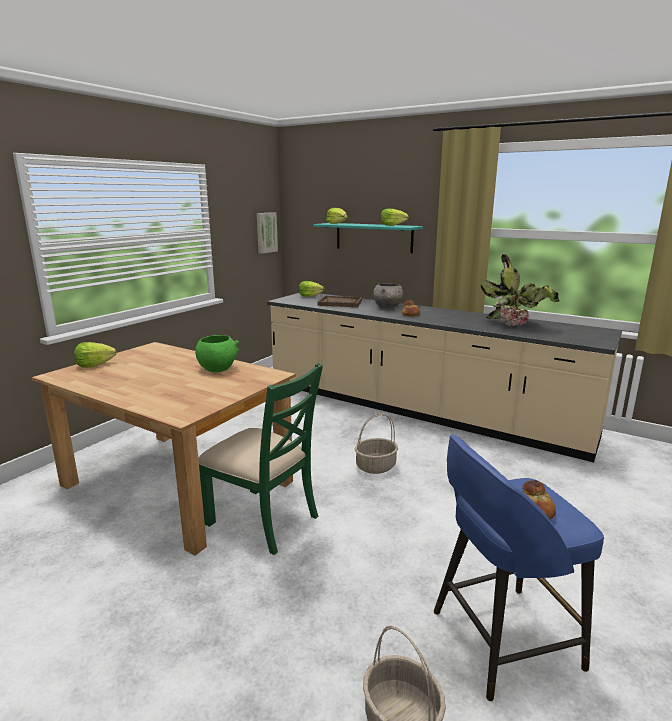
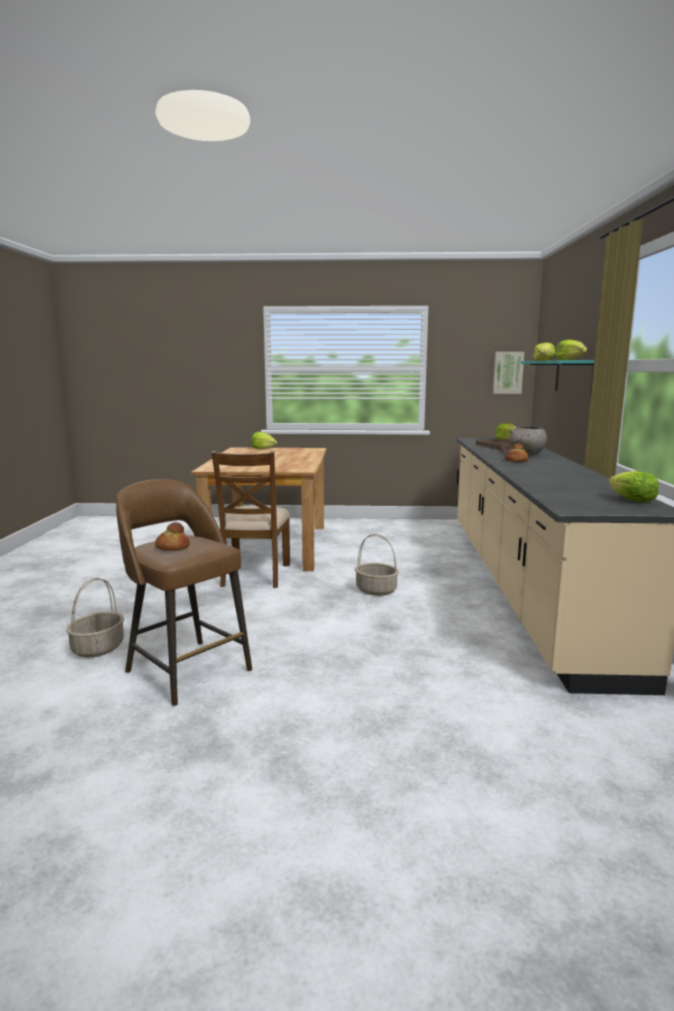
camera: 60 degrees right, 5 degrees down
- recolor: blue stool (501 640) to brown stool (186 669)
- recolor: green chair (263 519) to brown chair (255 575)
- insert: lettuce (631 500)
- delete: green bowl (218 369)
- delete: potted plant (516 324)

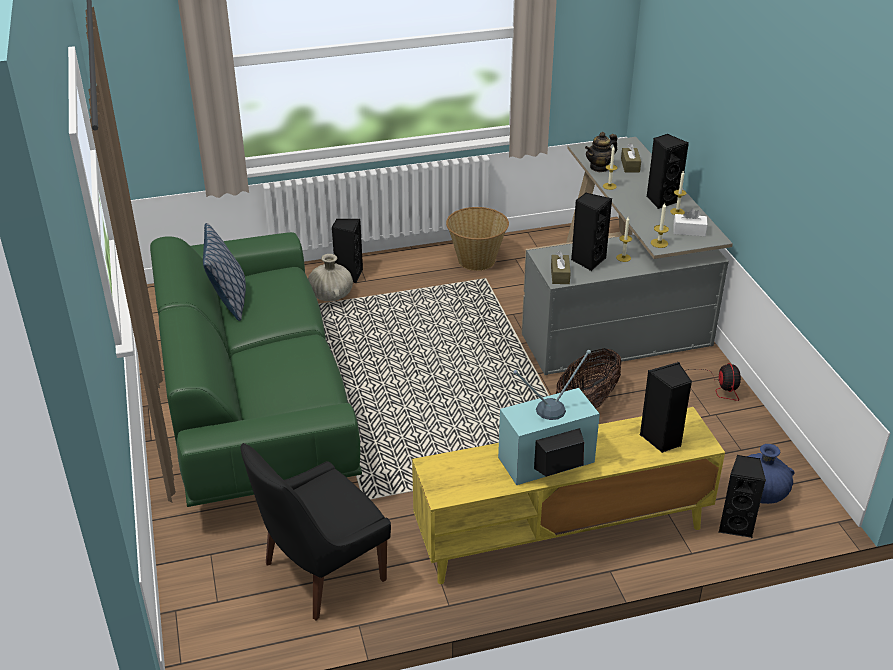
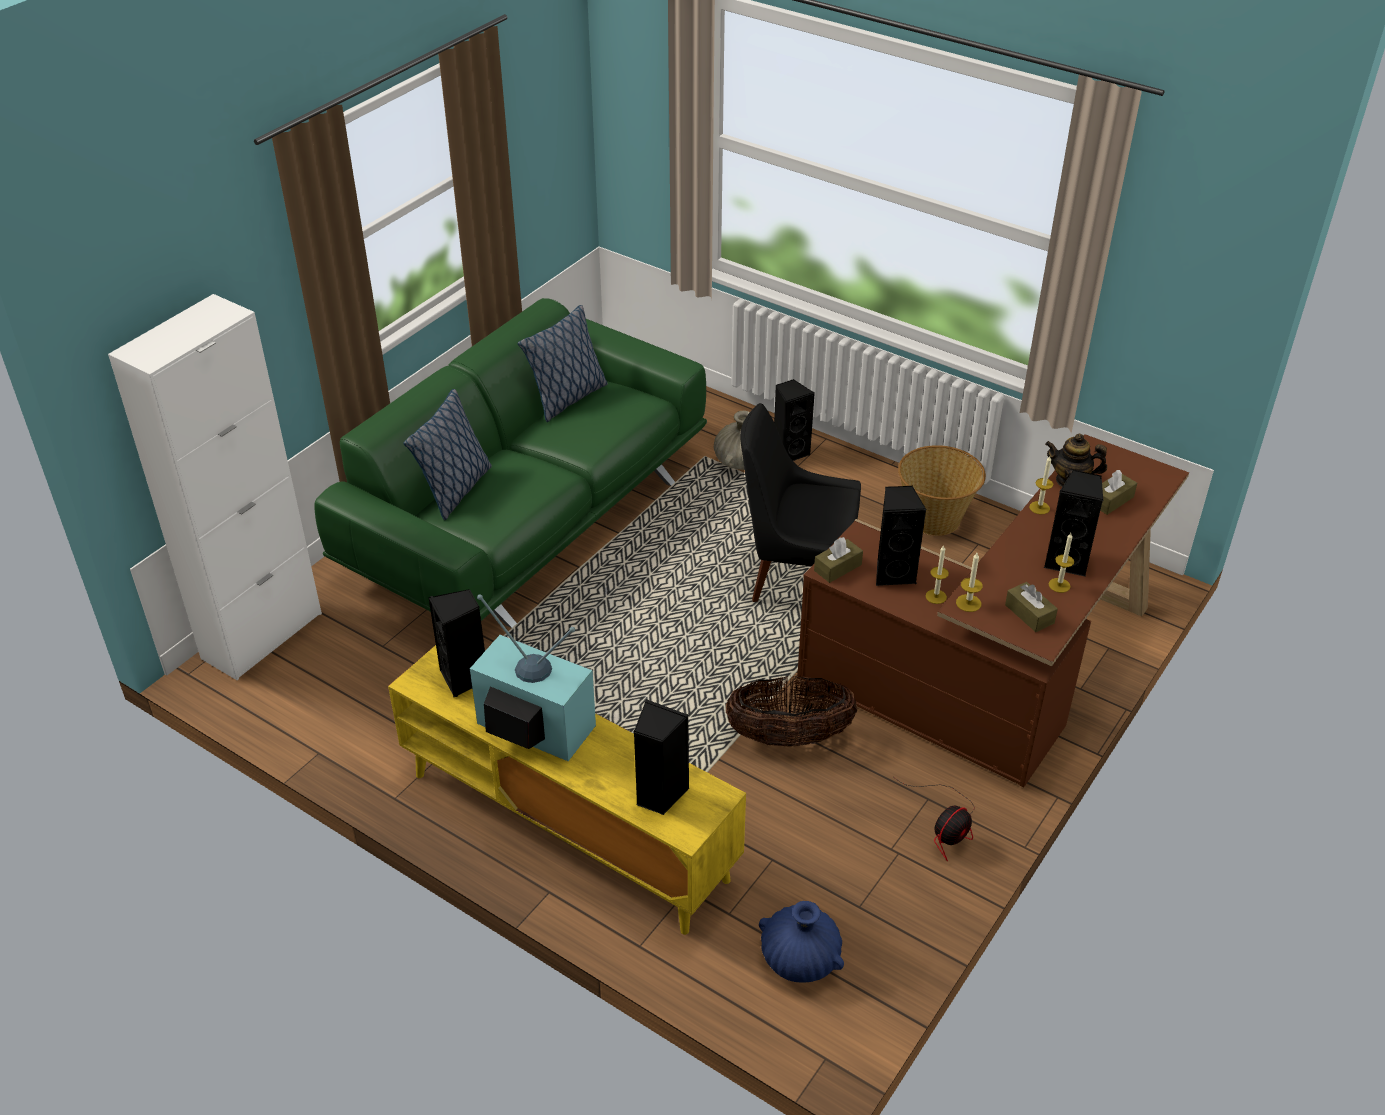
camera: 50 degrees right, 5 degrees up
- insert: white cabinet (262 636)
- insert: pillow (455 490)
- move: black speaker (736 525) to (465 678)
- move: black chair (320 574) to (796 576)
- recolor: grey desk (618 307) to brown desk (995 670)
- recolor: white tissue box (689 231) to brown tissue box (1029 614)

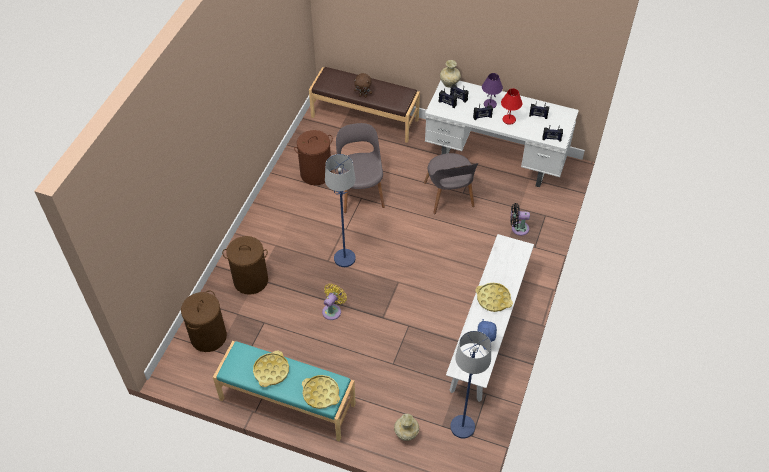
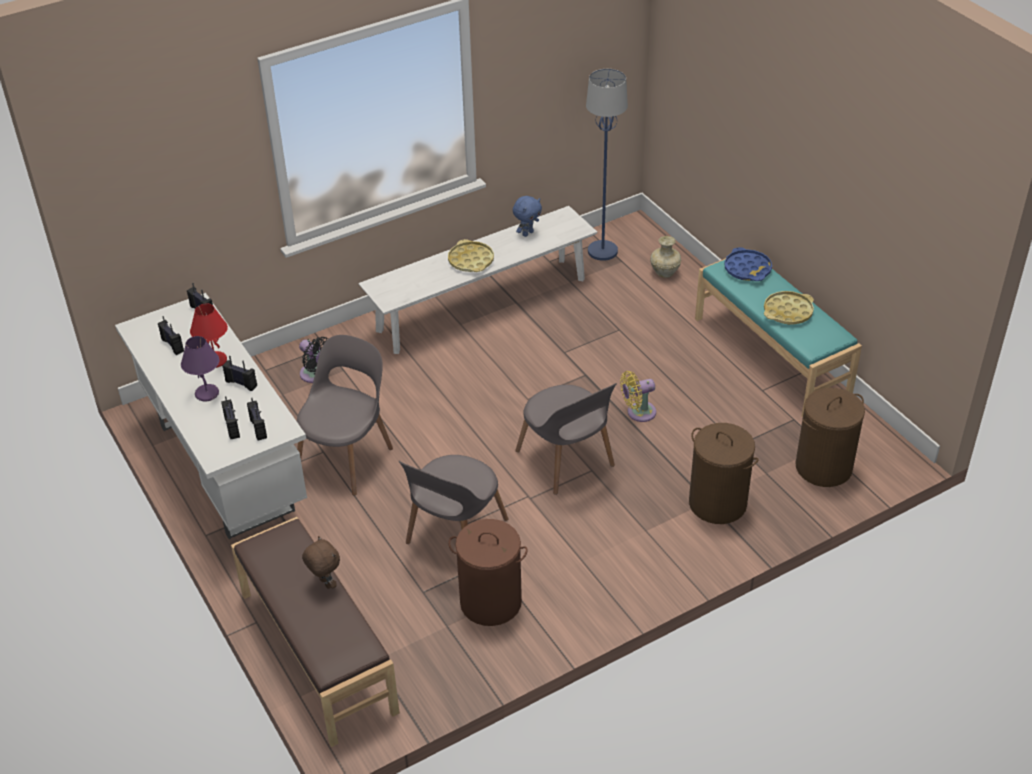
camera: 140 degrees left, 10 degrees down
- replace: blue floor lamp (344 258) to grey chair (566 461)
- recolor: yellow tray (321 393) to blue tray (747 269)
- delete: beige vase (449 83)

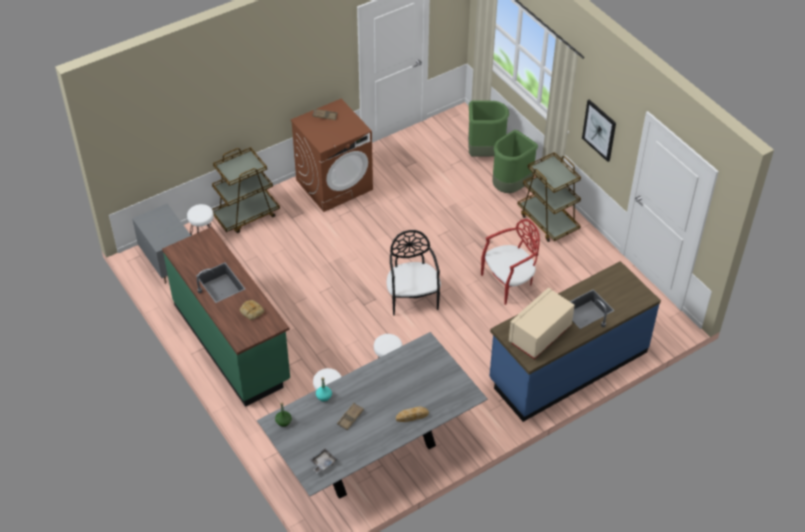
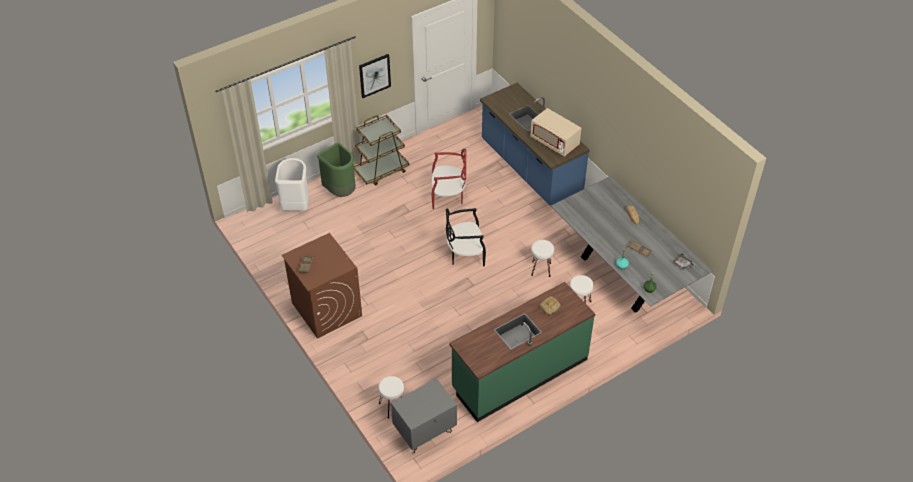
camera: 90 degrees left, 0 degrees up
- recolor: green trash can (484 153) to white trash can (296 206)
- rotate: red chair (509 282) = (448 196) 120 degrees clockwise
- delete: brown cart (246 215)

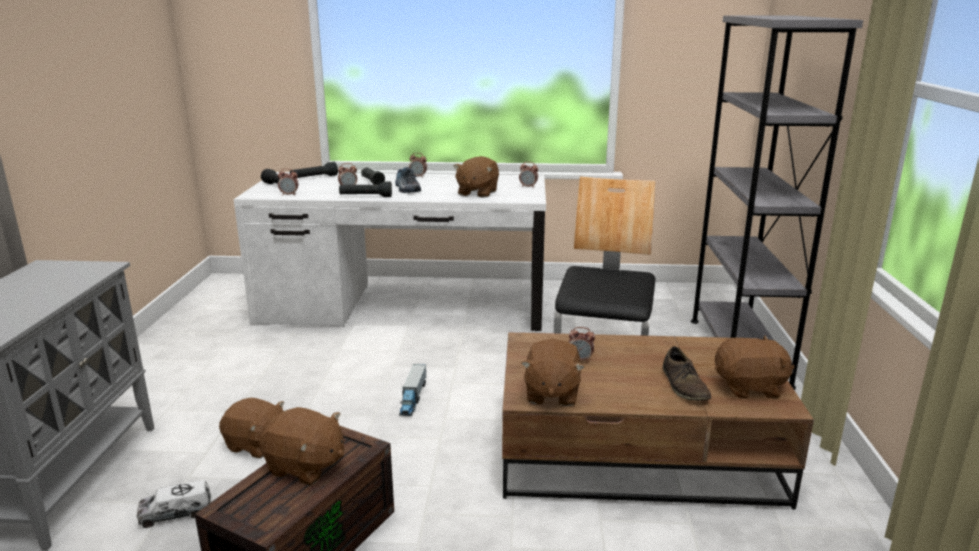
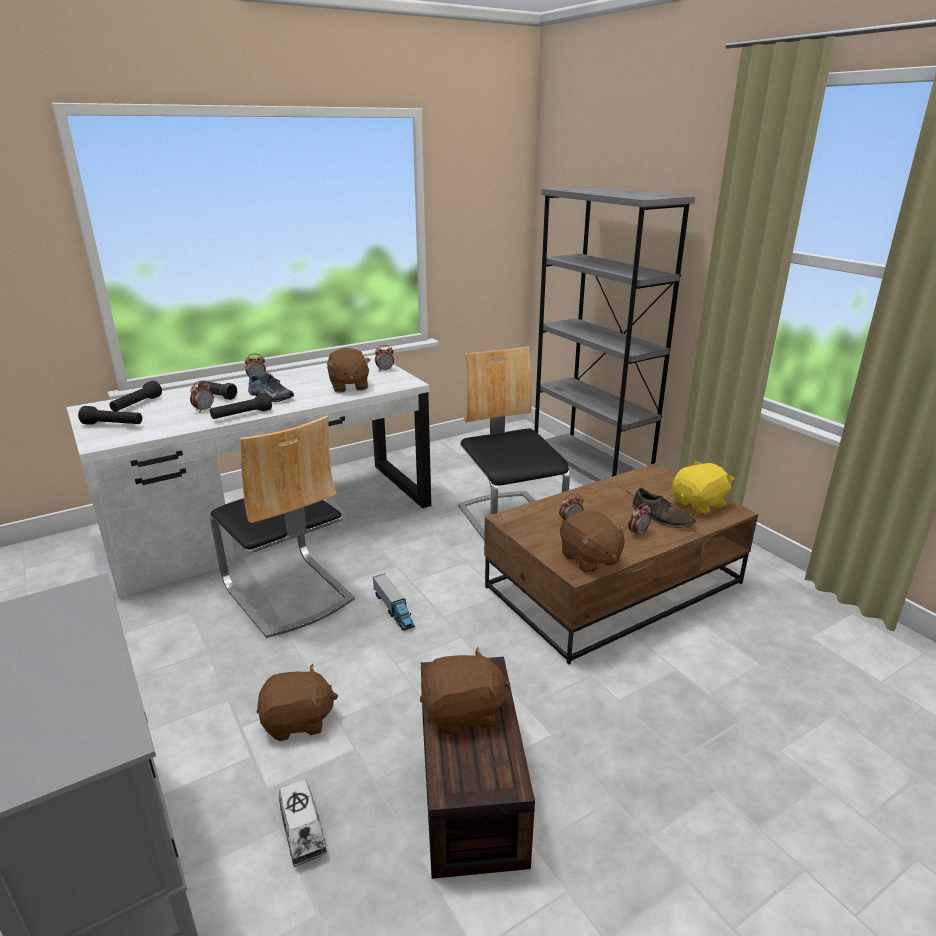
camera: 35 degrees left, 5 degrees up
- insert: chair (287 593)
- rotate: toy truck (176 513) = (303 831) 60 degrees counterclockwise
- move: alarm clock (289 195) to (638 533)
- recolor: brown plush toy (749 388) to yellow plush toy (699 504)

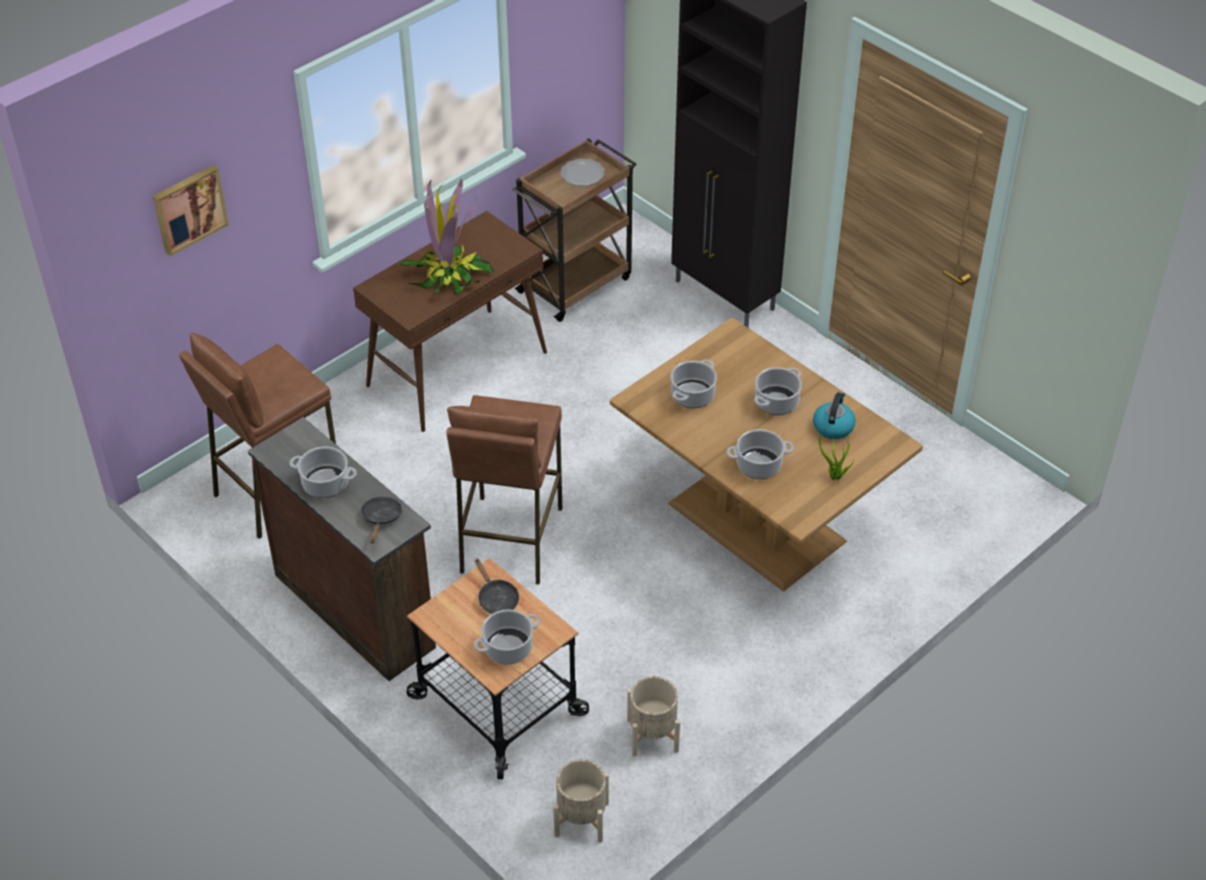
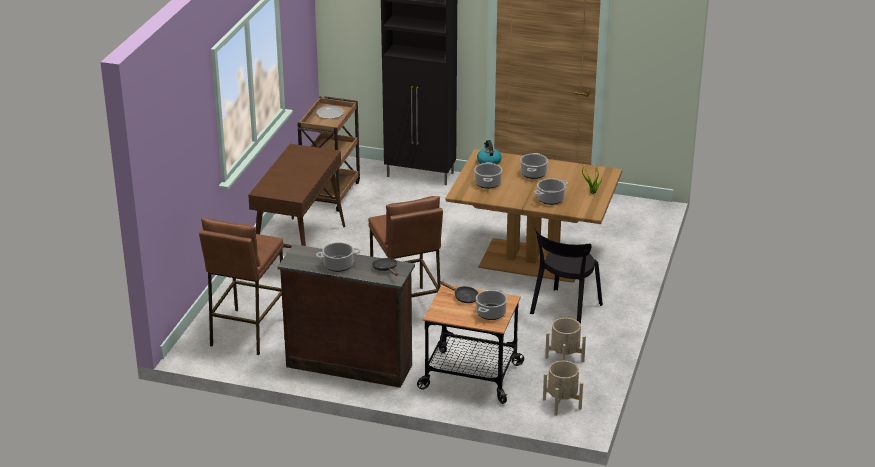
camera: 30 degrees left, 15 degrees down
- move: kettle (833 426) to (488 161)
- insert: black chair (564 310)
- delete: picture (189 208)
- delete: potted plant (449 276)

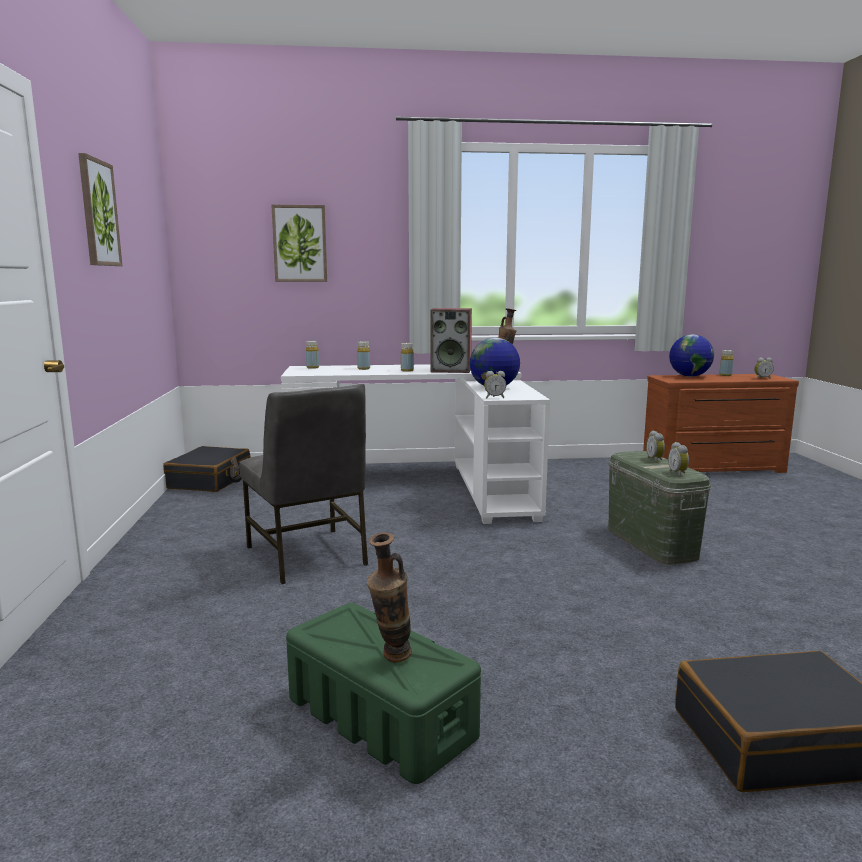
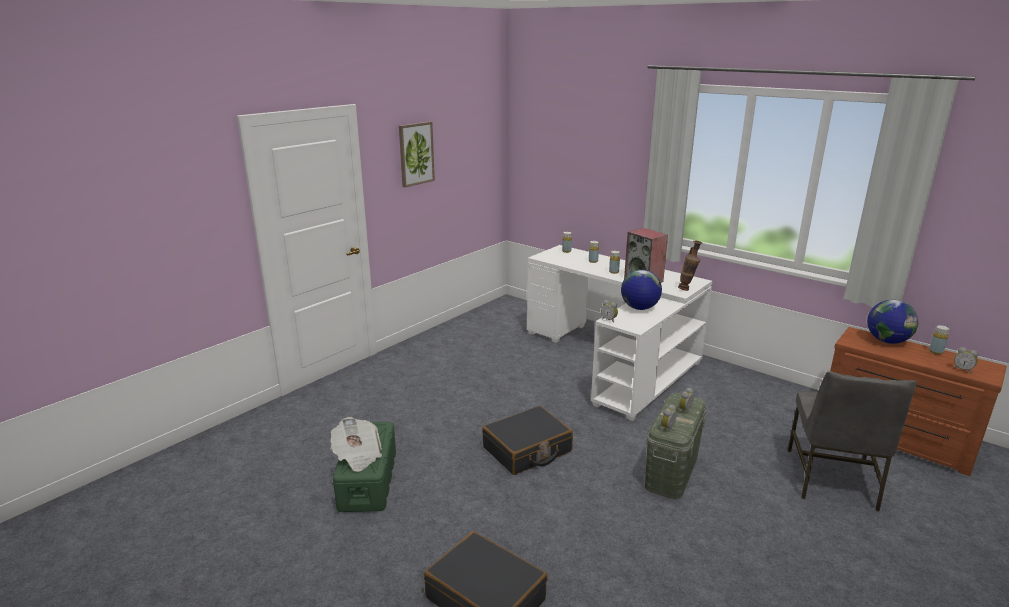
camera: 45 degrees right, 10 degrees up
- replace: vase (391 659) to newspaper (357 455)
- move: black suitcase (210 480) to (527 450)
- move: grey chair (308 556) to (832 480)
- delete: picture (300 243)

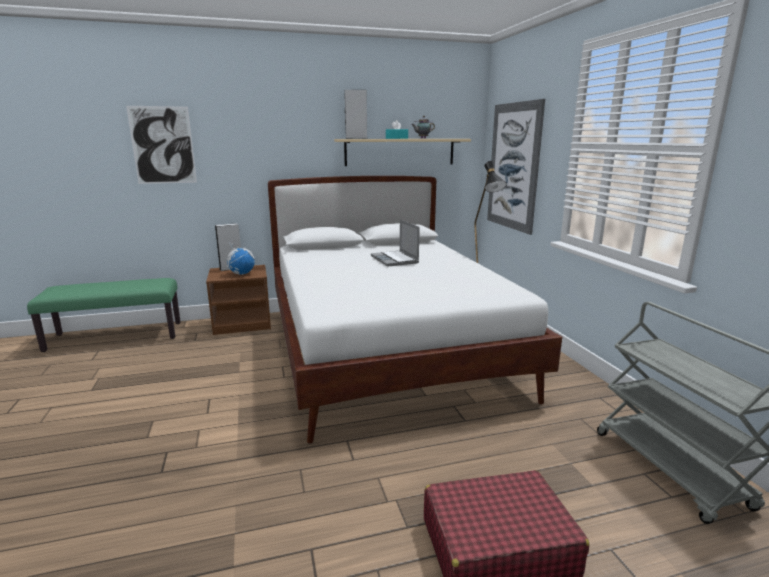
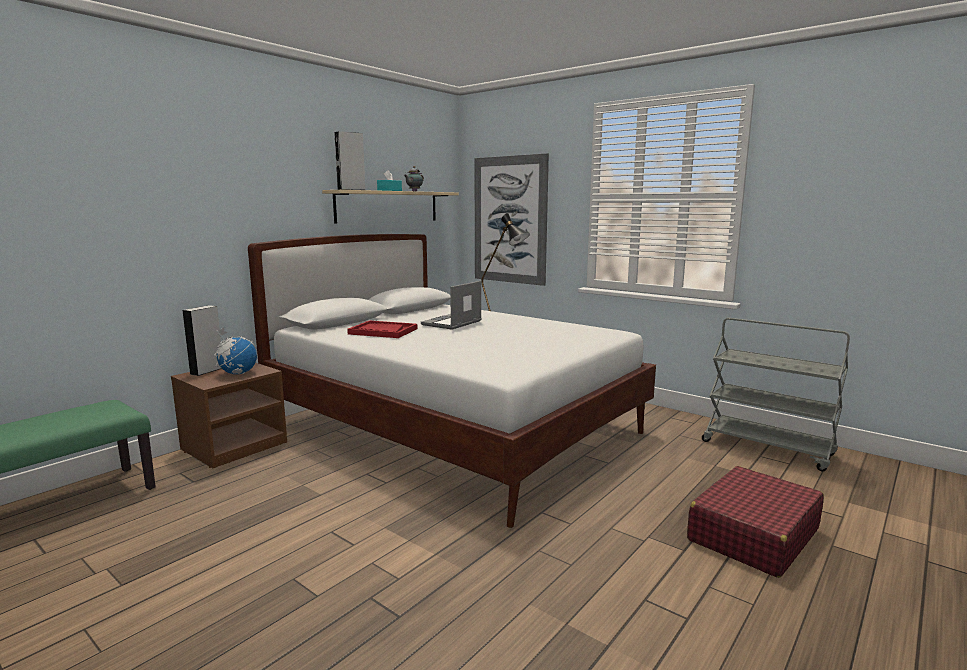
camera: 35 degrees left, 5 degrees down
- insert: red tray (383 331)
- rotate: laptop (395 260) = (452 323) 90 degrees clockwise
- delete: picture (163 145)

